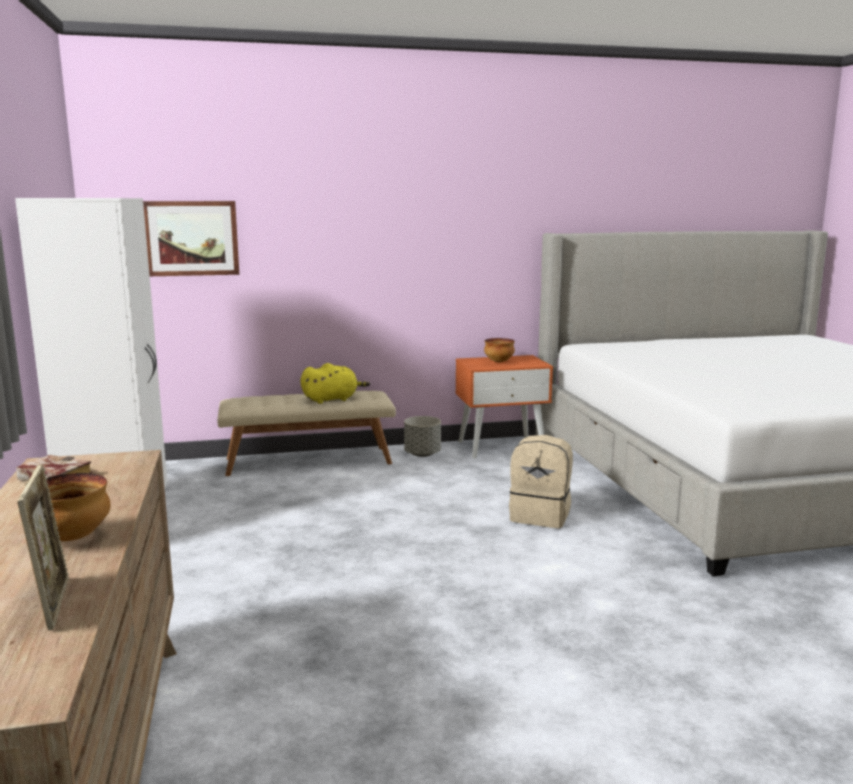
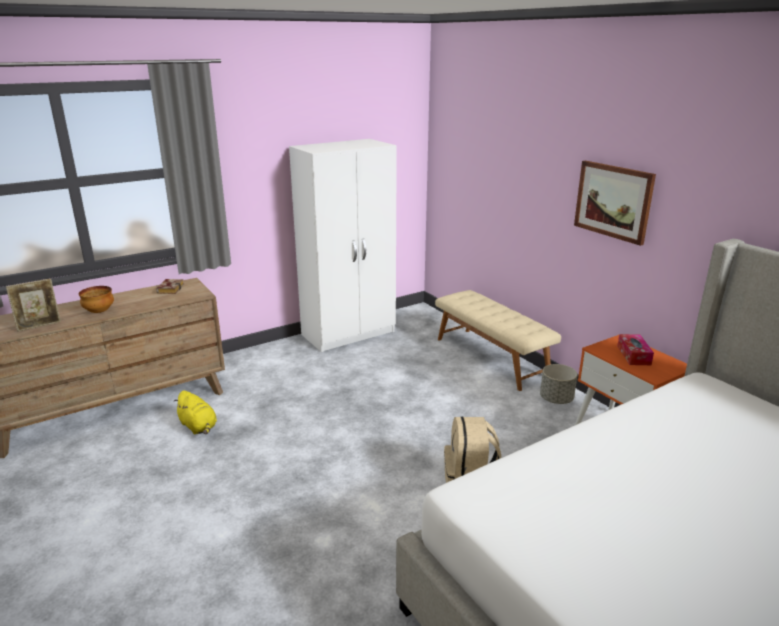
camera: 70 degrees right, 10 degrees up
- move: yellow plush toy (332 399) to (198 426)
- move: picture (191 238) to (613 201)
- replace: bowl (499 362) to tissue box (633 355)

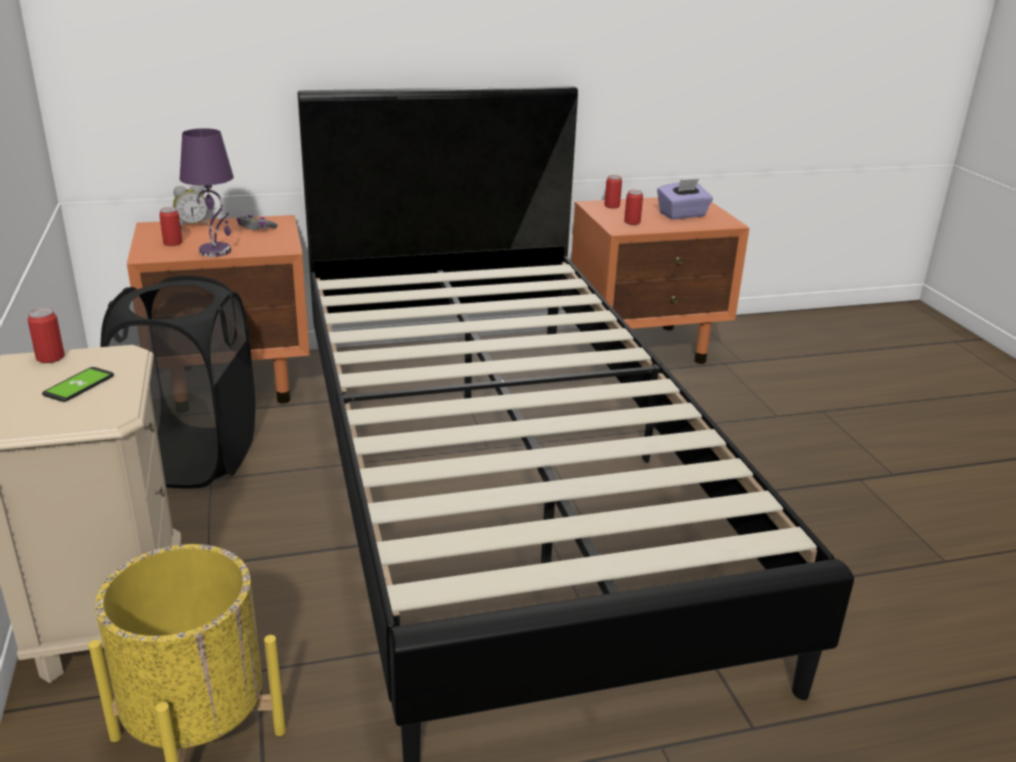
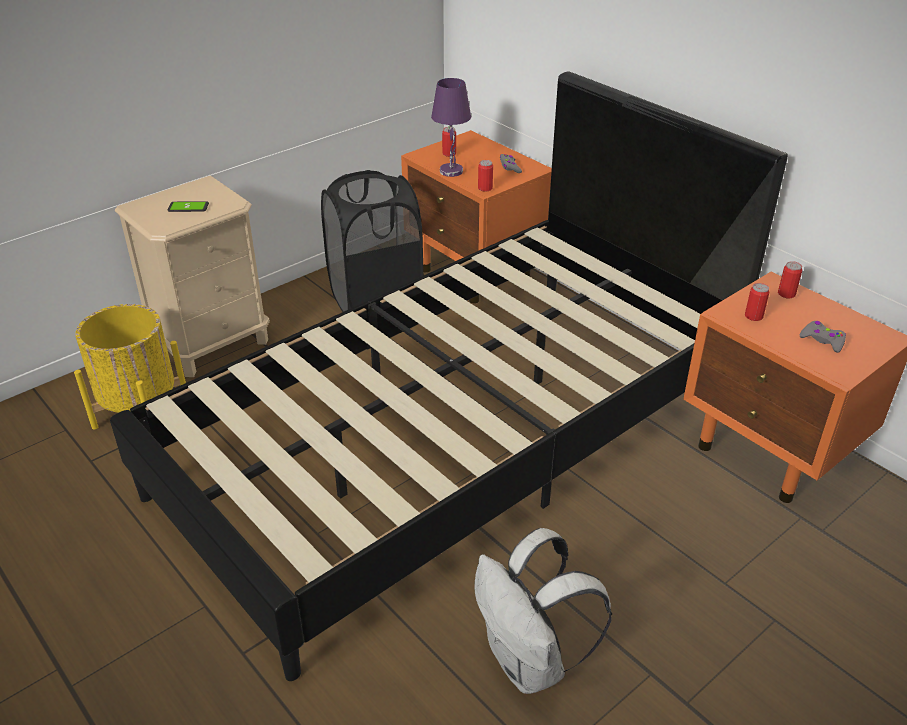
camera: 65 degrees right, 10 degrees up
- insert: white backpack (530 662)
- move: can (50 358) to (485 188)
- replace: purple tissue box (682 215) to grey game controller (822 340)
- delete: alarm clock (193 225)

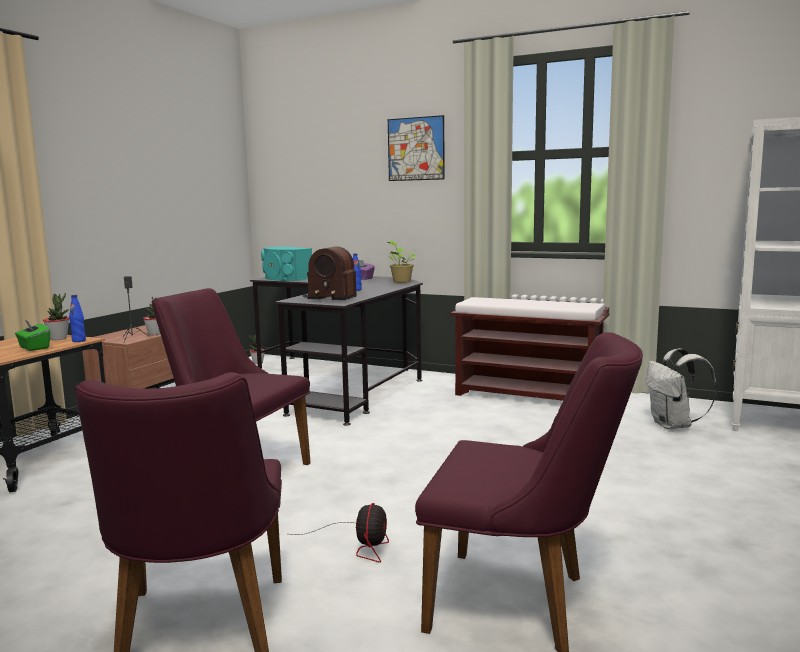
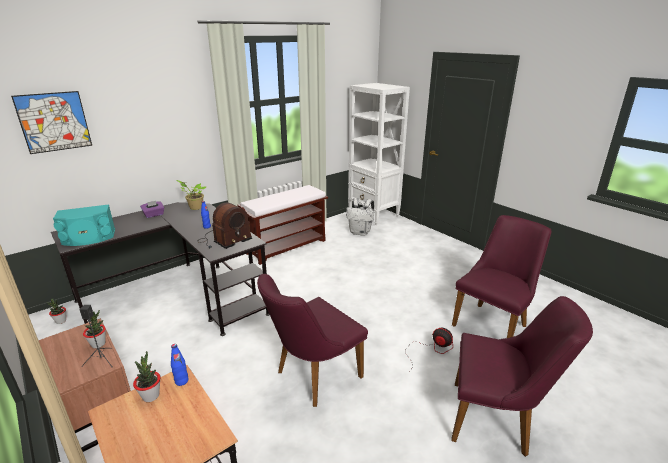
camera: 65 degrees left, 15 degrees up
- move: picture (416 149) to (54 122)
- delete: green tissue box (34 348)

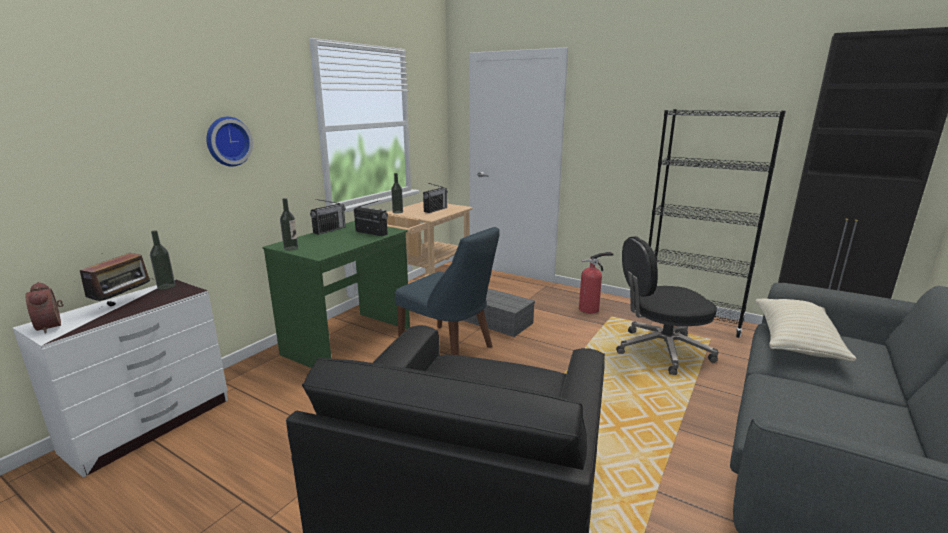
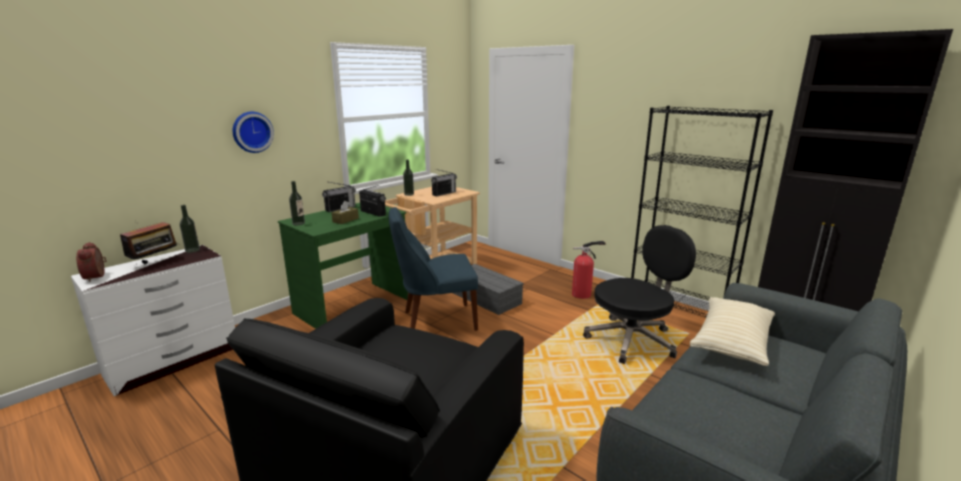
camera: 10 degrees right, 0 degrees up
- insert: brown tissue box (345 220)
- rotate: blue chair (449 348) = (436 320) 120 degrees clockwise
- rotate: black office chair (660 351) = (632 340) 150 degrees clockwise

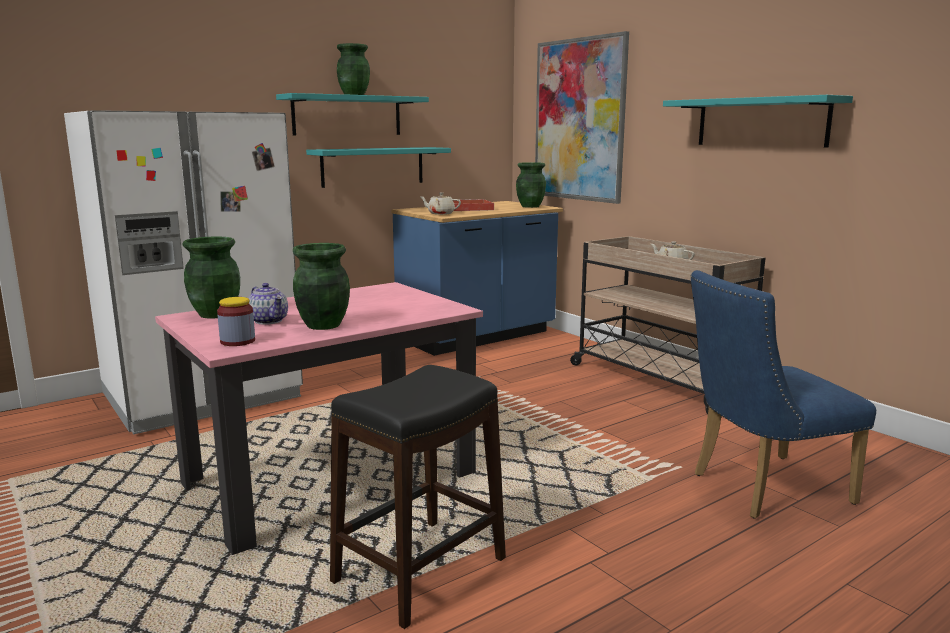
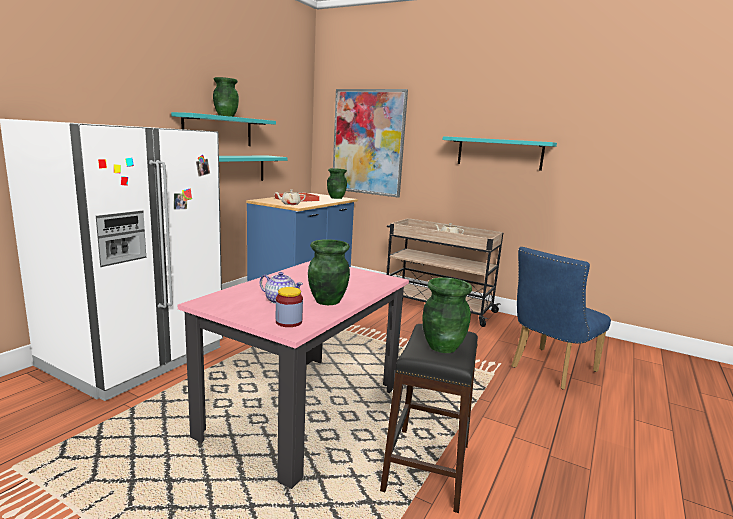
camera: 25 degrees left, 0 degrees up
- move: green vase (216 314) to (442 347)

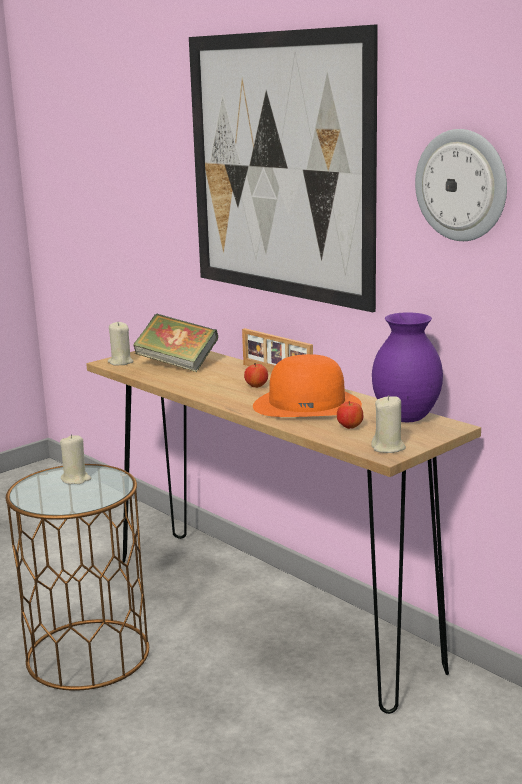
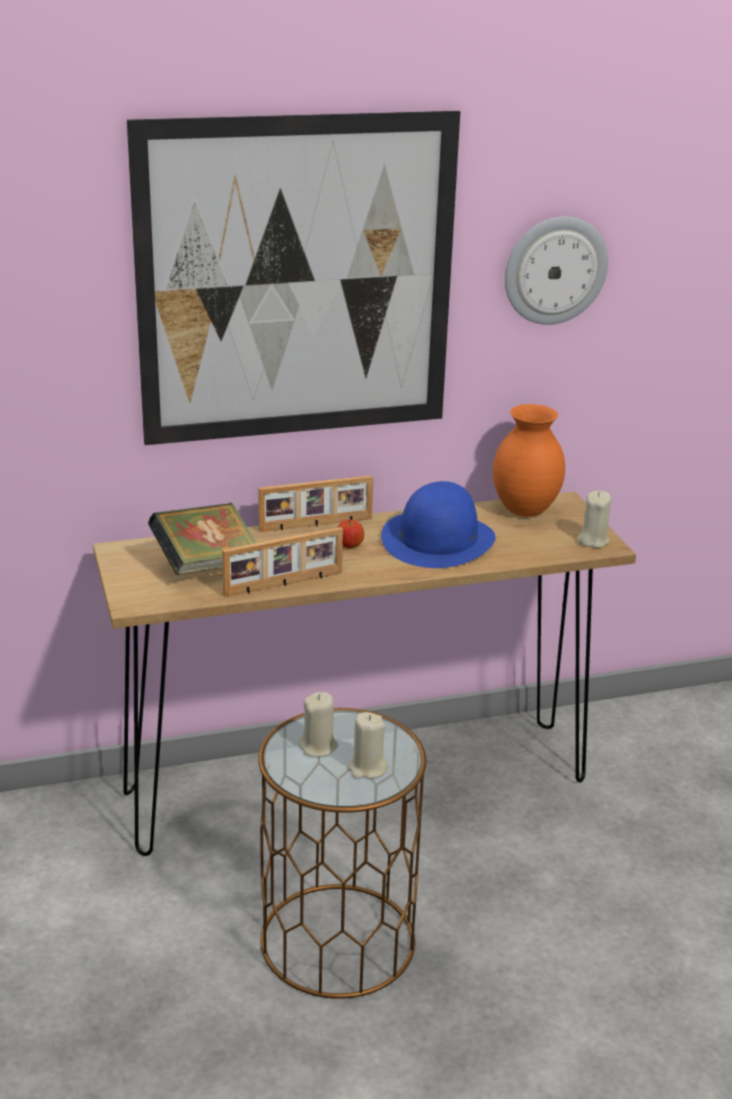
camera: 65 degrees left, 10 degrees up
- insert: picture frame (284 584)
- move: beige candle (120 362) to (367 768)
- recolor: orange hat (307 404) to blue hat (438 539)
- recolor: purple vase (405 418) to orange vase (524 511)
- delete: apple (350 427)

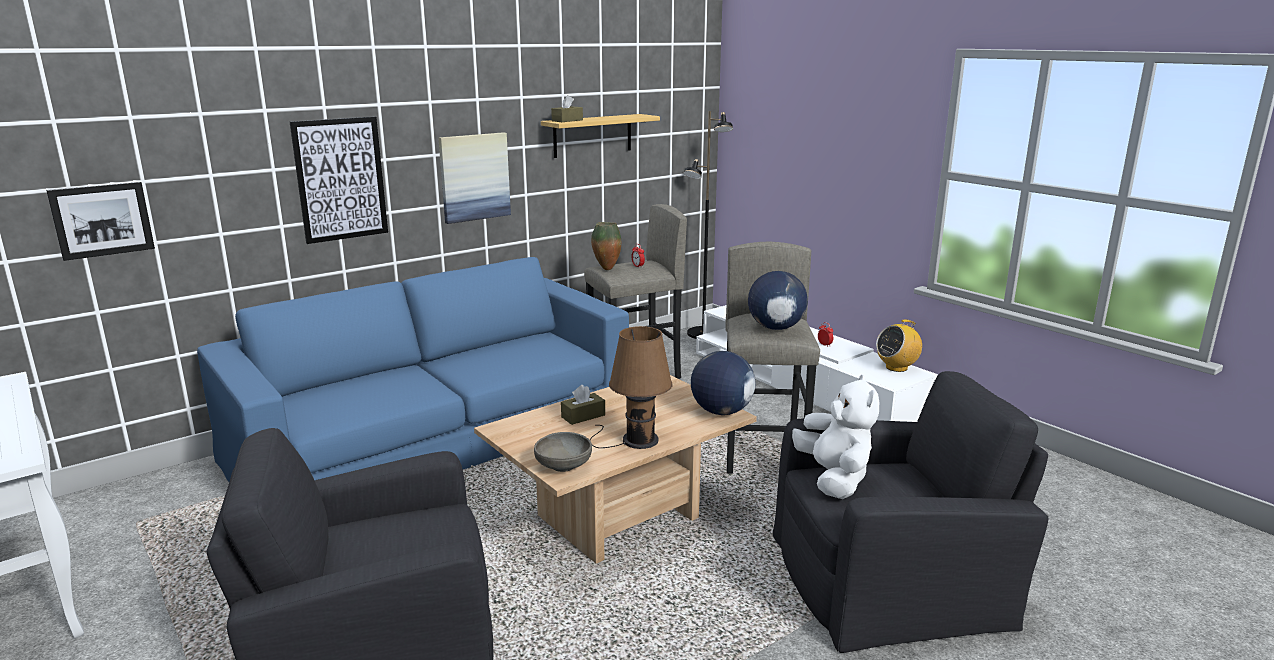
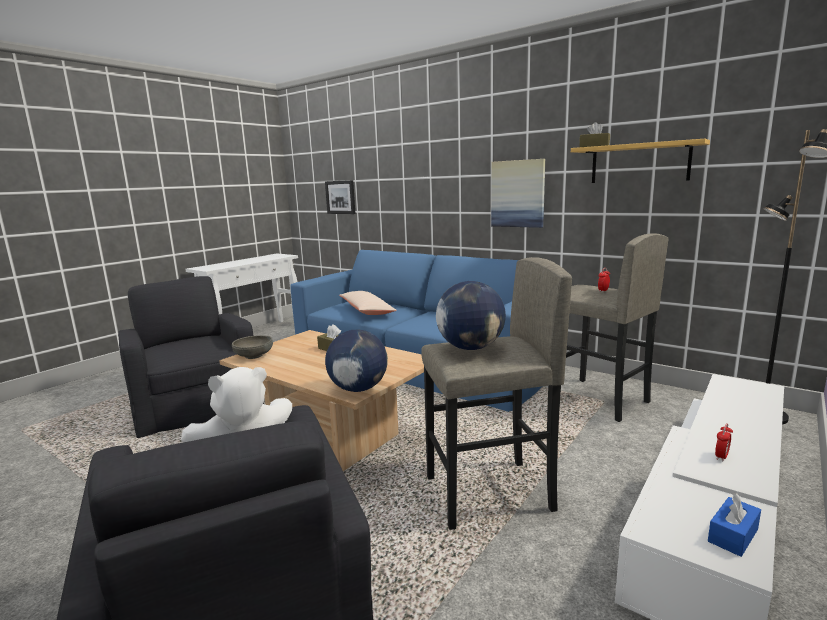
camera: 75 degrees right, 5 degrees down
- insert: beige pillow (367 311)
- replace: radio (896 367) to blue tissue box (733 535)
- delete: picture (340 179)
- delete: brown table lamp (635 440)
- delete: vase (606 269)

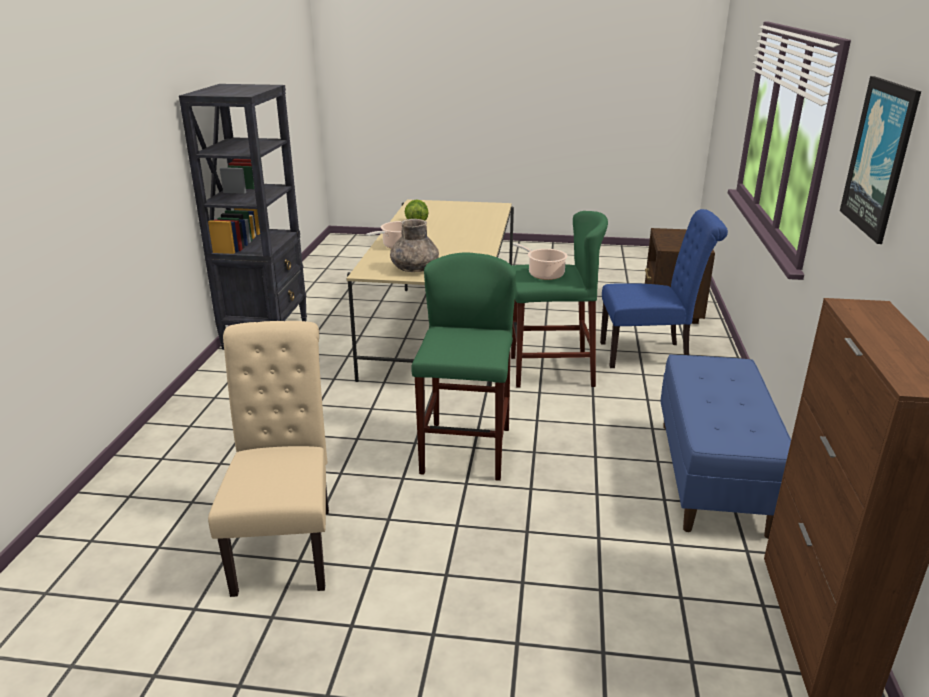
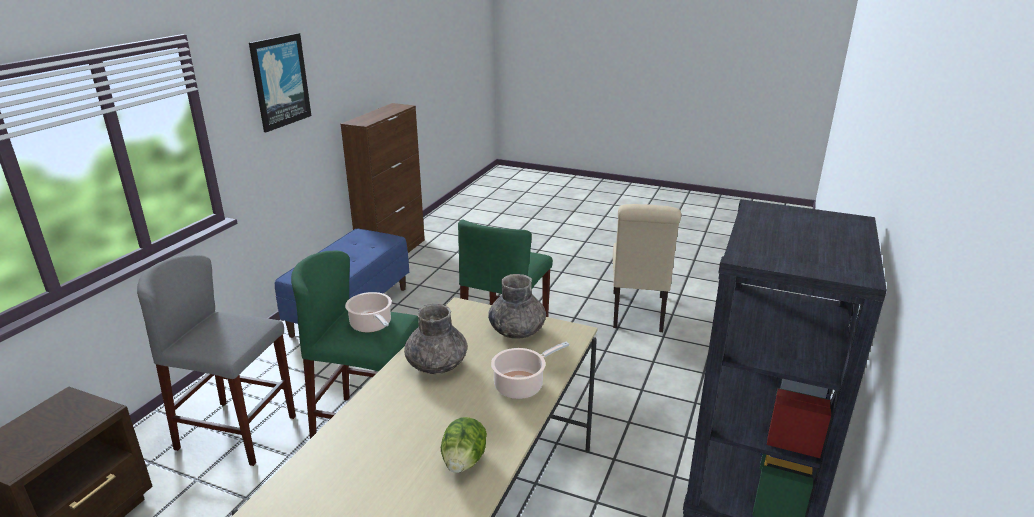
camera: 165 degrees left, 0 degrees up
- replace: blue chair (650 354) to grey stool (237 432)
- insert: grey vase (437 365)

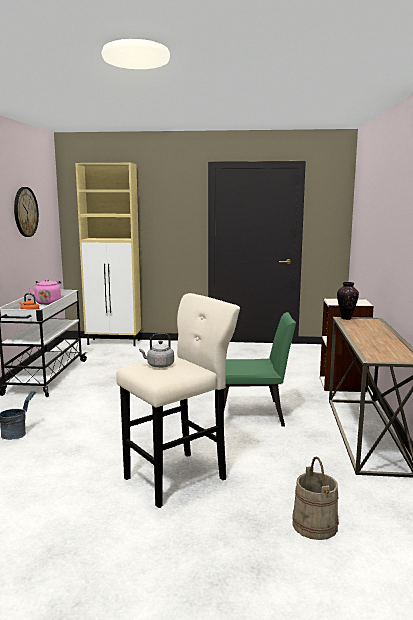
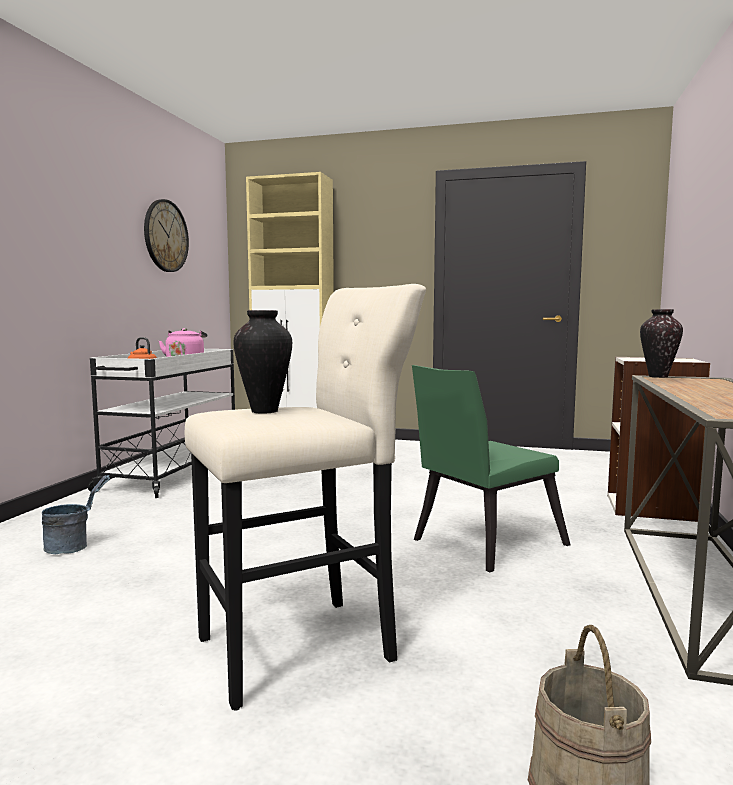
camera: 10 degrees right, 5 degrees down
- replace: grey kettle (159 365) to vase (263 411)
- rotate: green chair (254 414) = (482 544) 135 degrees clockwise

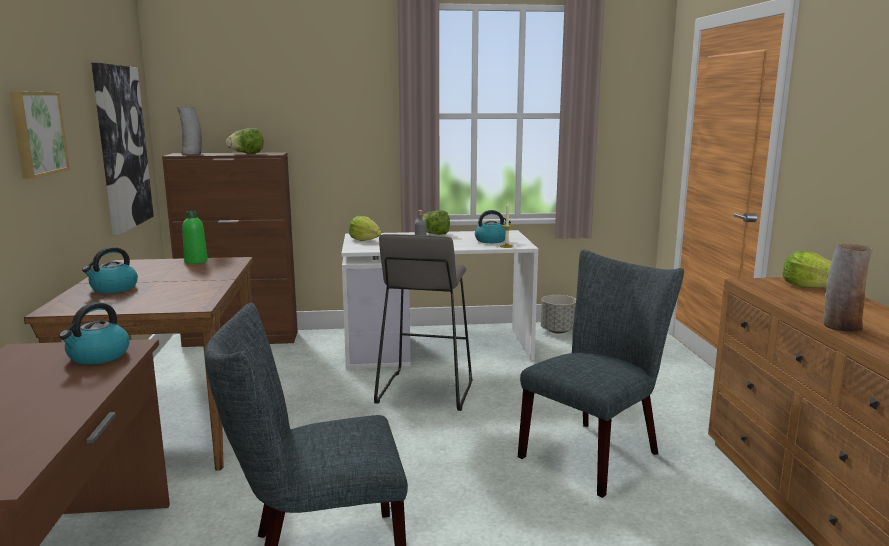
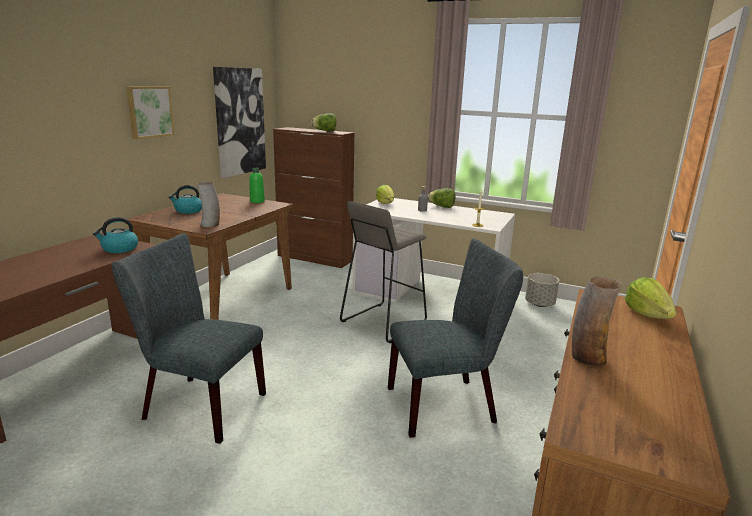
camera: 30 degrees right, 5 degrees up
- move: vase (192 154) to (210 225)
- delete: kettle (491 240)

